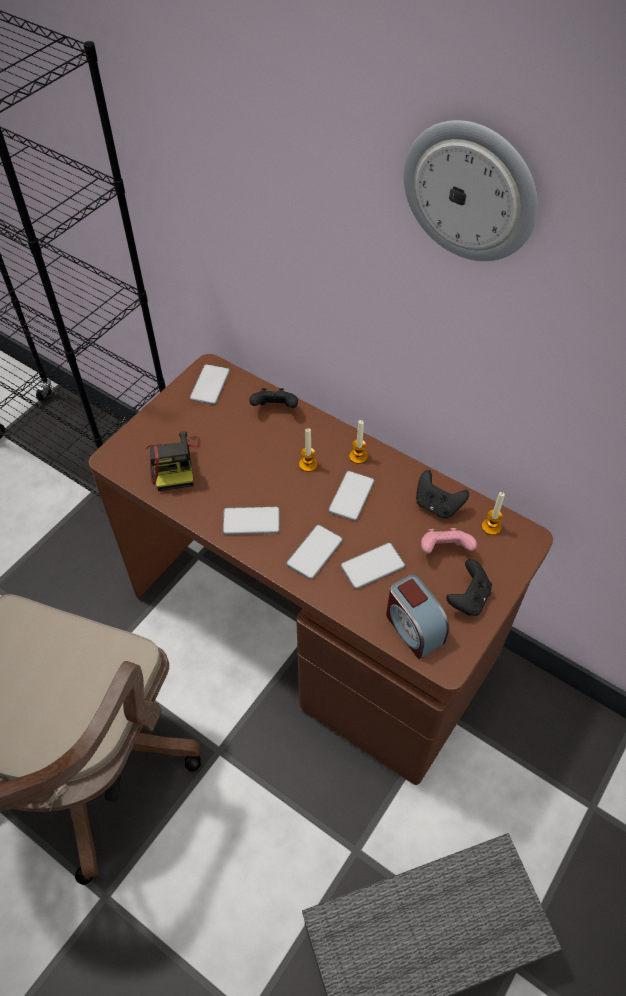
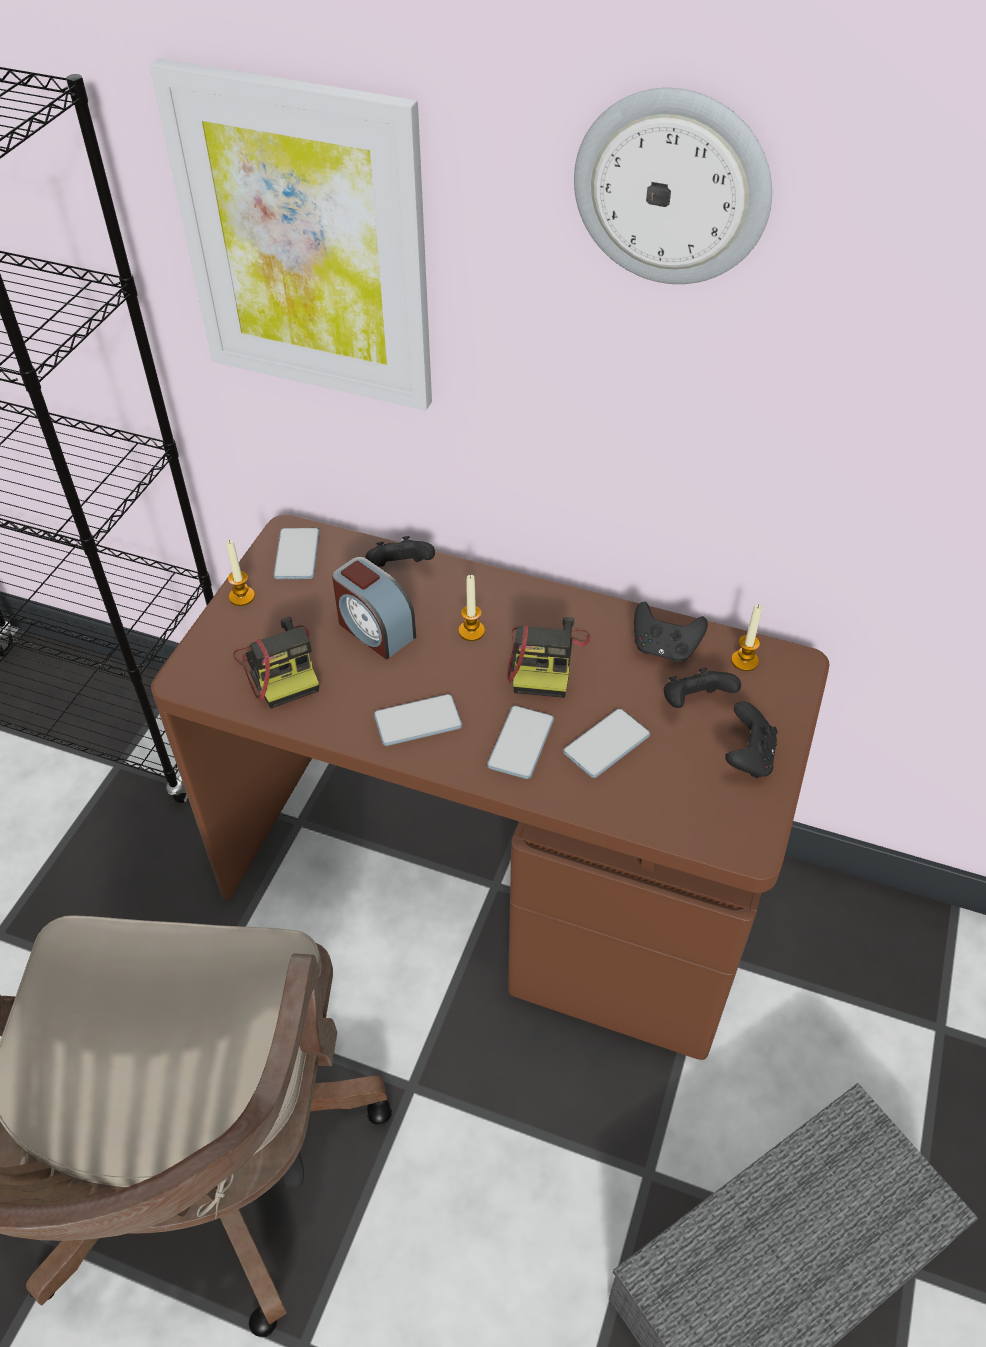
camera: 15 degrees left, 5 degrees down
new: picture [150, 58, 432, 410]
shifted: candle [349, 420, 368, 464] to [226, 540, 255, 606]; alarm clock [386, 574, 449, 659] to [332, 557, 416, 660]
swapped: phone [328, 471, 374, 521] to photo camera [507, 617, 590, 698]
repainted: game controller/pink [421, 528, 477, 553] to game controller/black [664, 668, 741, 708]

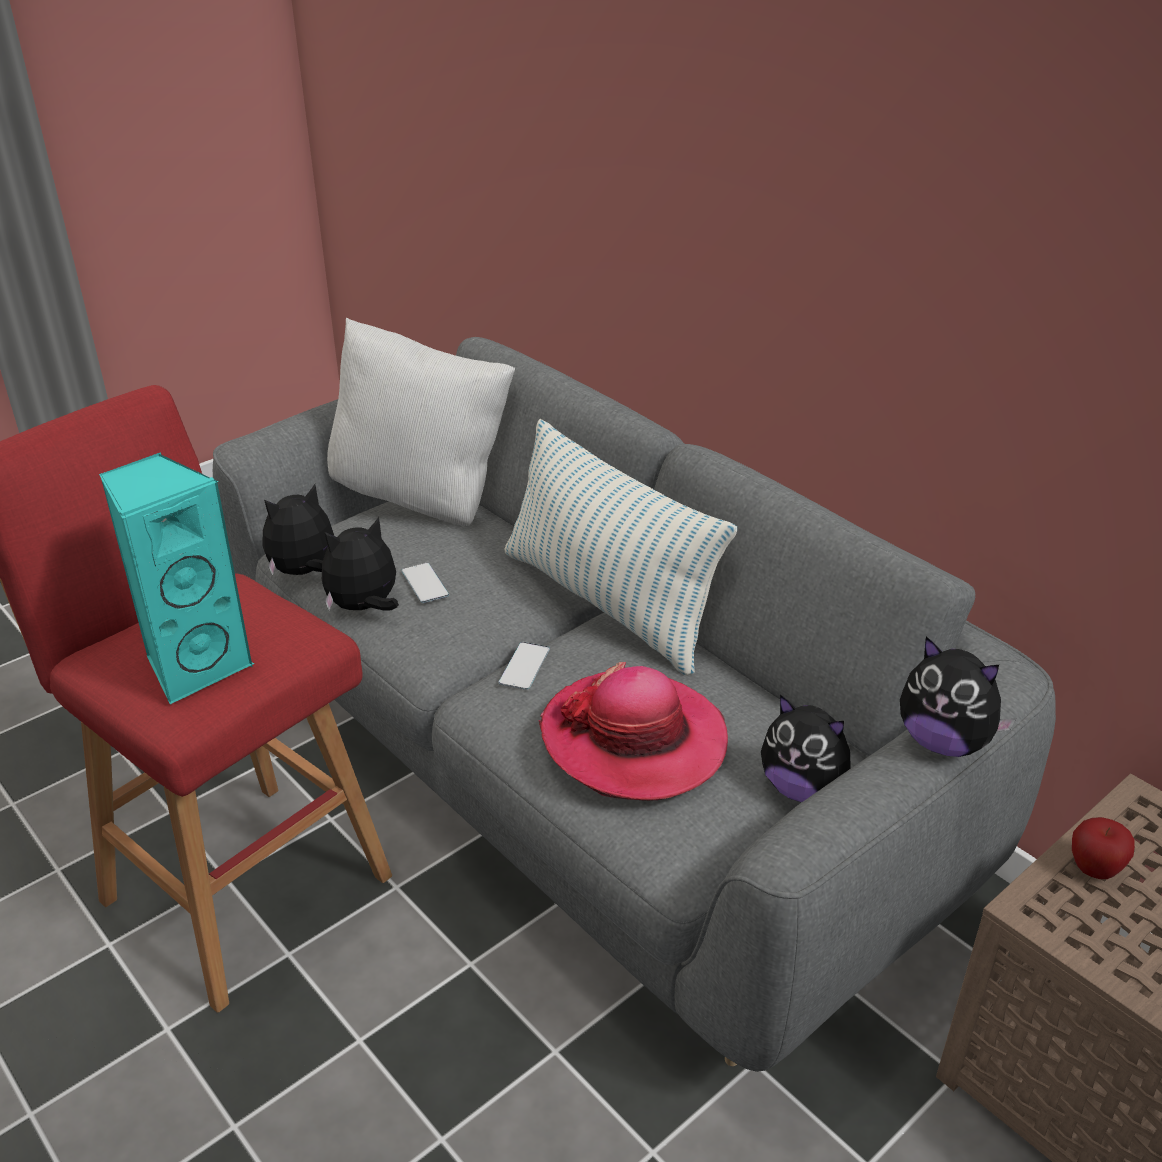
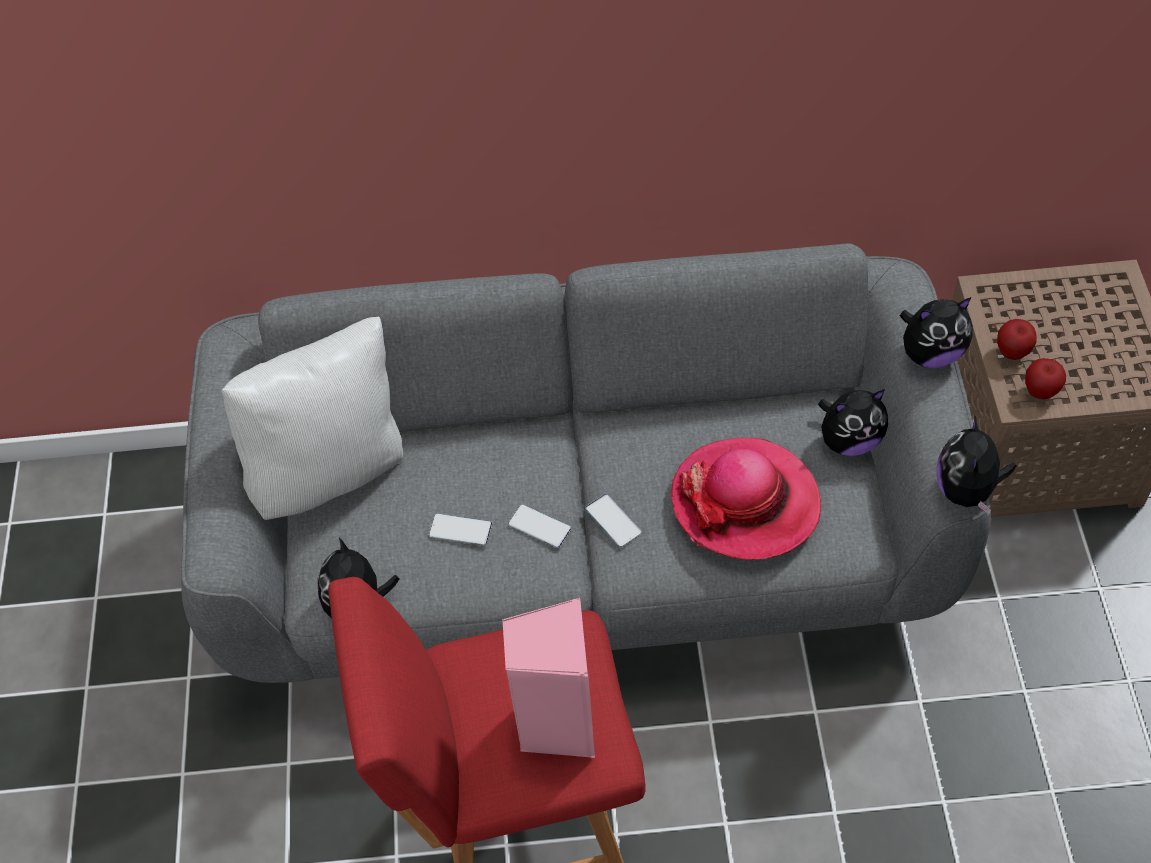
camera: 50 degrees left, 20 degrees up
gone: pillow [504, 419, 737, 676]
new: phone [508, 504, 572, 548]; apple [1025, 358, 1066, 399]
shifted: plush toy [322, 517, 399, 610] to [937, 415, 1016, 514]
repainted: speaker/turquoise [99, 452, 255, 705] to speaker/pink [502, 598, 595, 758]

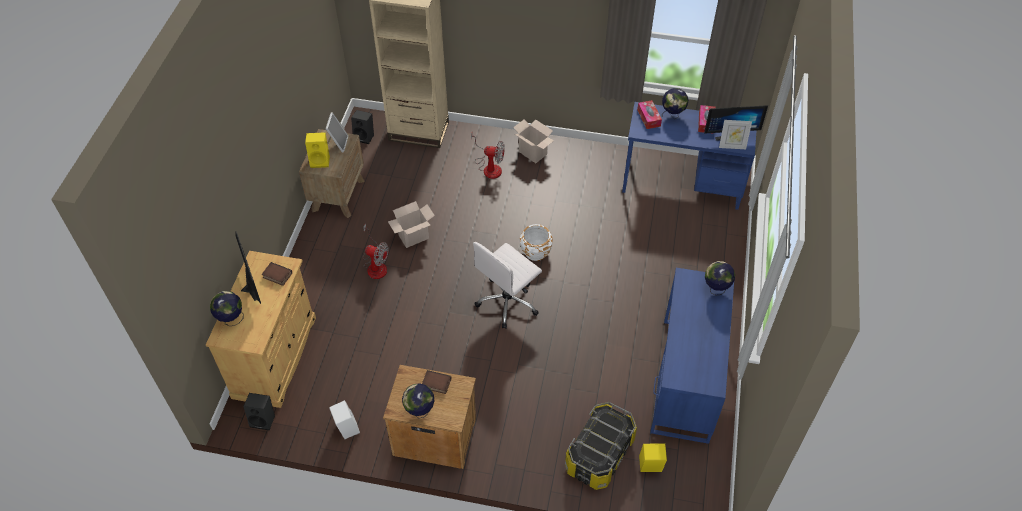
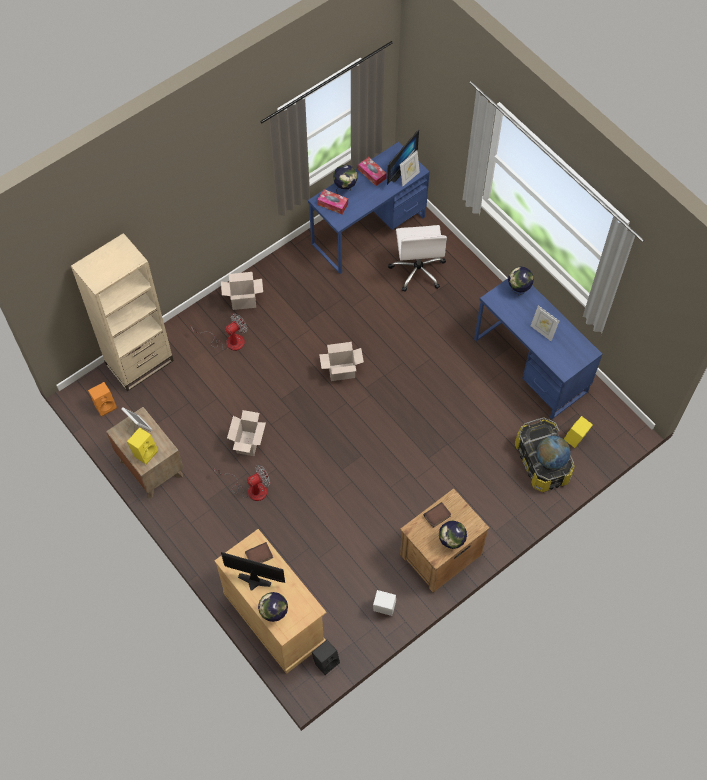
camera: 50 degrees left, 10 degrees up
new: picture frame [531, 305, 559, 341]; globe [537, 436, 570, 469]
shifted: office chair/white [473, 242, 542, 329] to [388, 225, 447, 292]
swapped: planter/white [520, 224, 553, 261] to cardboard box [319, 342, 364, 381]
repainted: speaker/black [351, 110, 374, 144] to speaker/orange [88, 382, 117, 417]

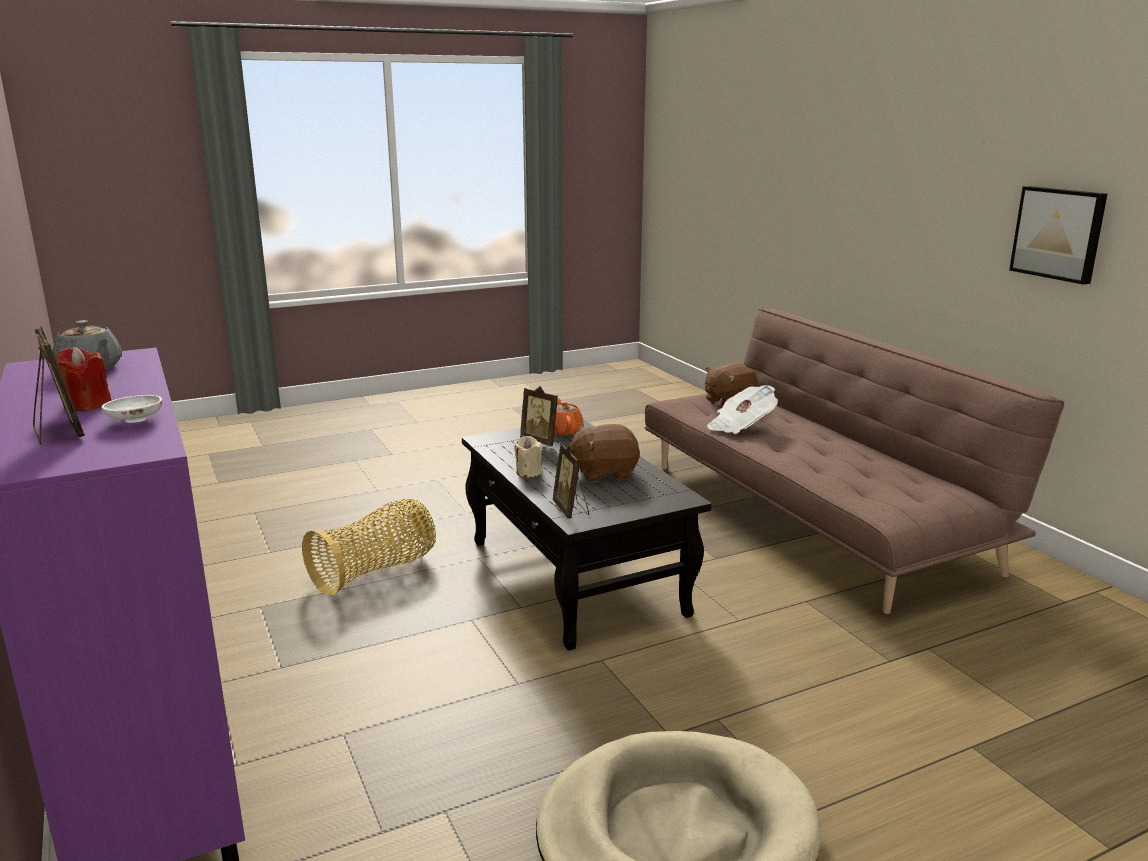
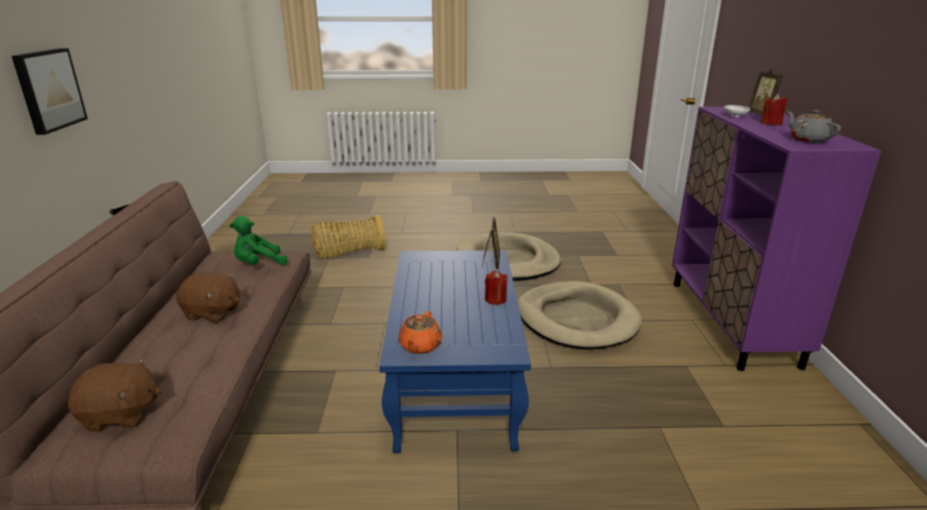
camera: 155 degrees left, 5 degrees up
gone: picture frame [520, 386, 560, 446]; newspaper [707, 385, 778, 434]
new: plush toy/green [229, 216, 288, 265]; dog bed/beige [517, 281, 642, 350]
shifted: basket [302, 499, 436, 596] to [311, 214, 385, 259]; plush toy/brown [568, 424, 639, 482] to [176, 272, 240, 323]
repainted: coffee table/black [462, 419, 712, 651] to coffee table/blue [379, 250, 531, 453]; candle/beige [514, 436, 542, 478] to candle/red [485, 271, 508, 305]

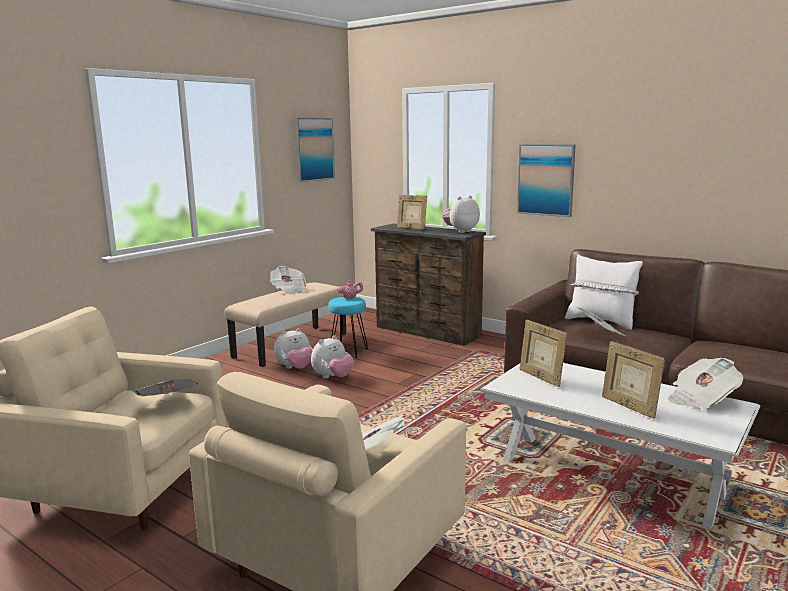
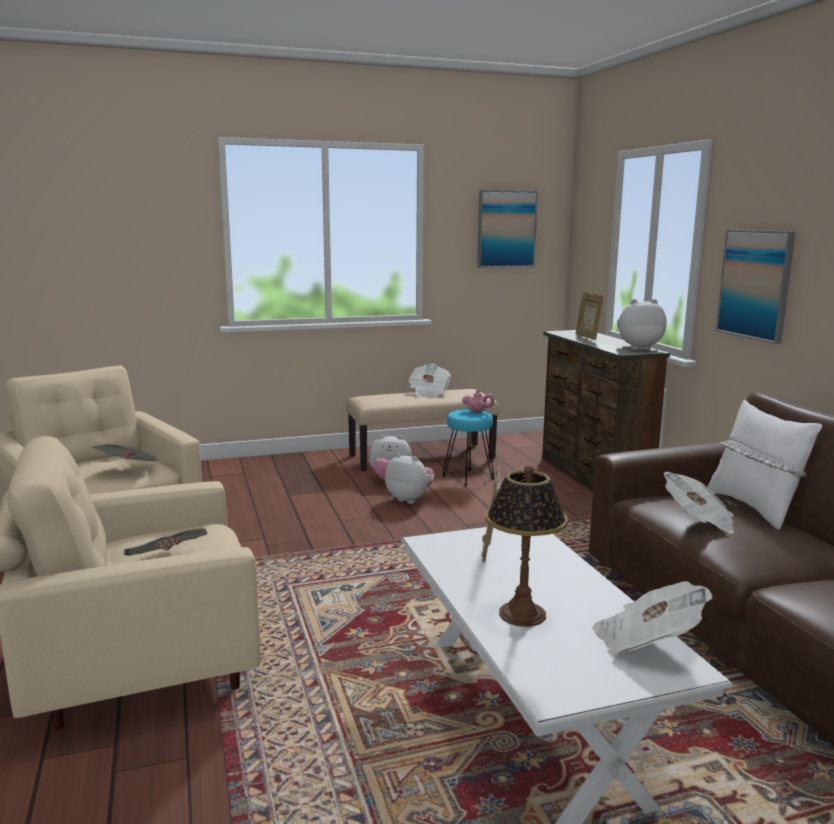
camera: 35 degrees right, 0 degrees up
swapped: picture frame [602, 341, 665, 419] to table lamp [485, 465, 568, 627]
rotated: plush toy [311, 335, 354, 379] = [385, 453, 435, 504] 135 degrees counterclockwise

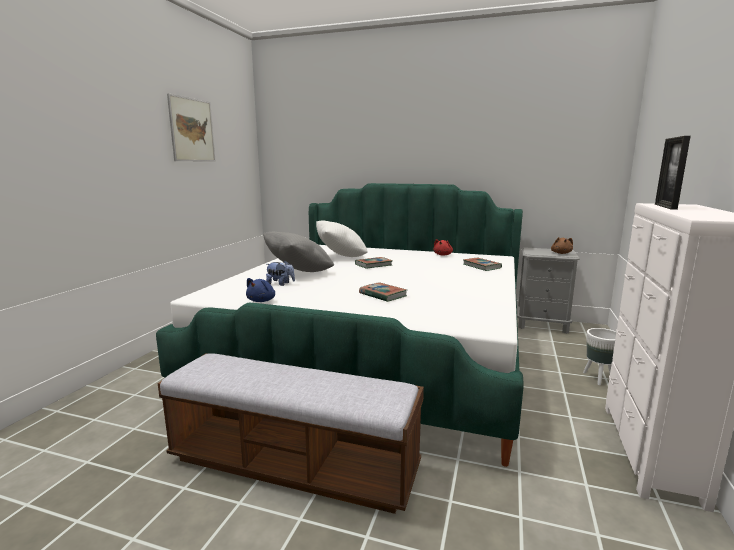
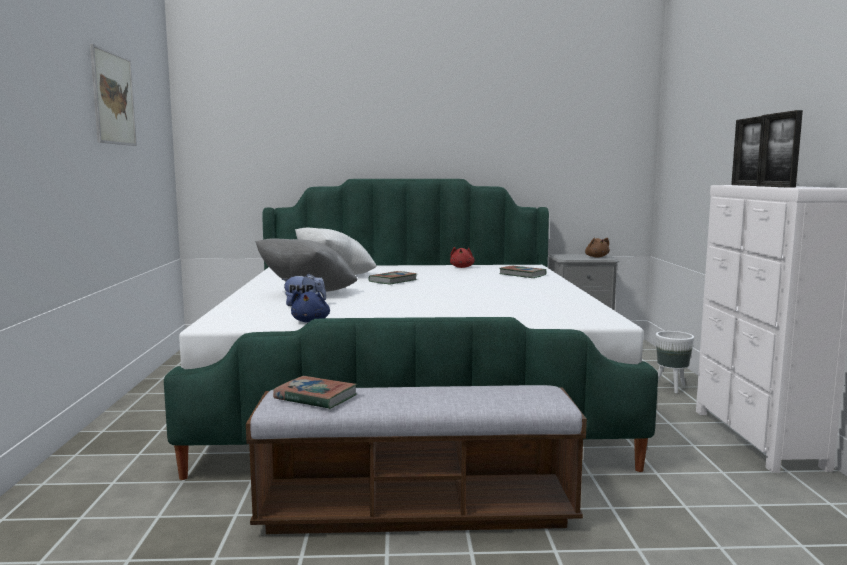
camera: 20 degrees left, 5 degrees down
new: picture frame [756, 110, 803, 188]
shifted: book [359, 282, 407, 302] to [273, 376, 357, 409]

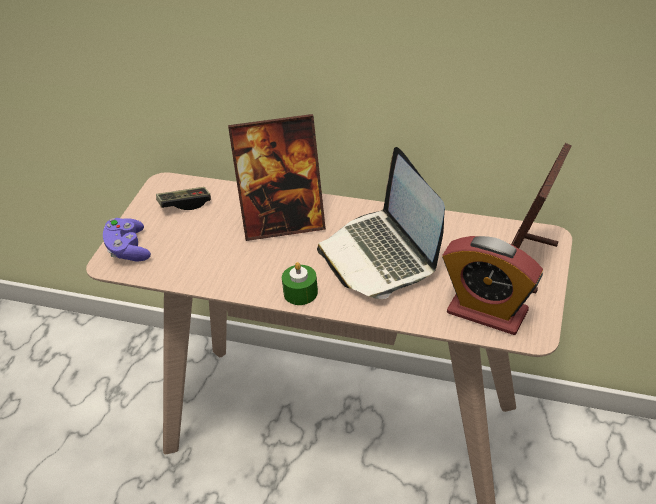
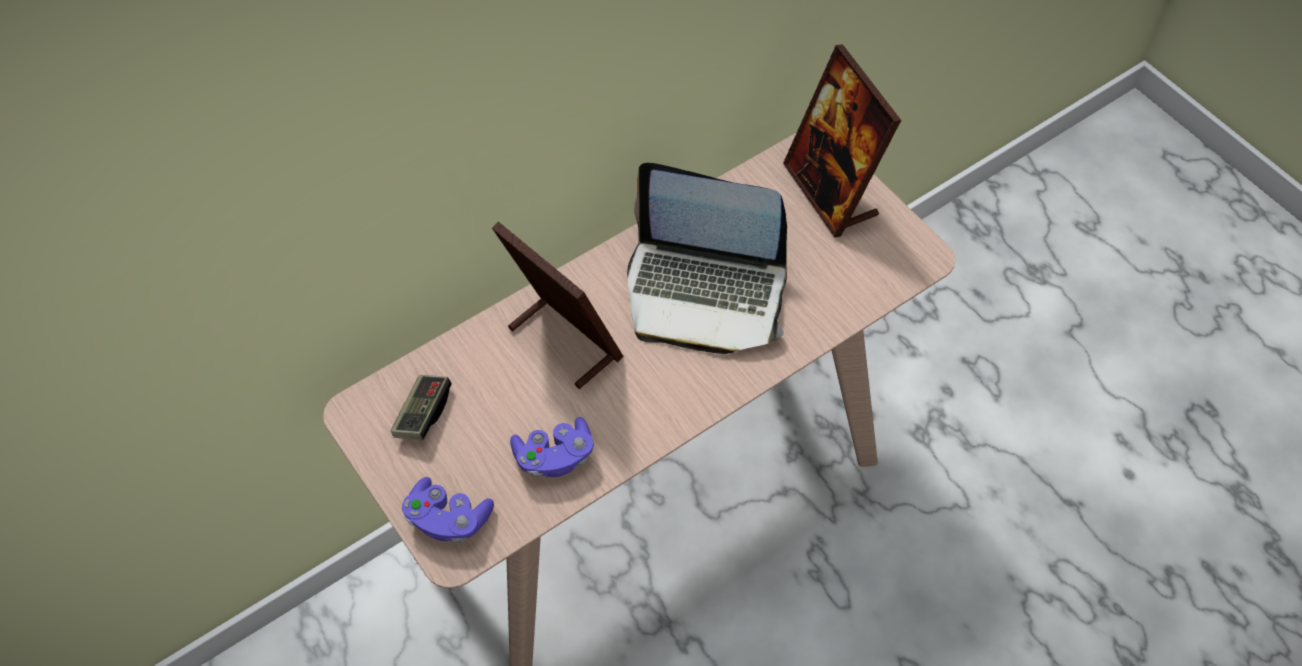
camera: 55 degrees left, 15 degrees up
gone: candle/green [282, 262, 318, 305]; alarm clock [442, 236, 543, 335]
new: game controller/purple [510, 417, 594, 477]
rotated: picture frame [228, 114, 326, 241] = [492, 222, 624, 389] 75 degrees counterclockwise

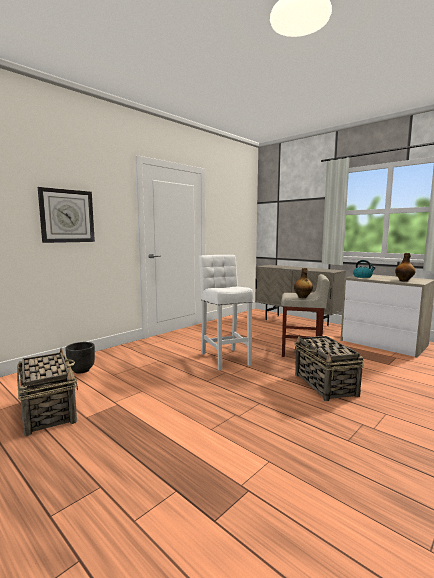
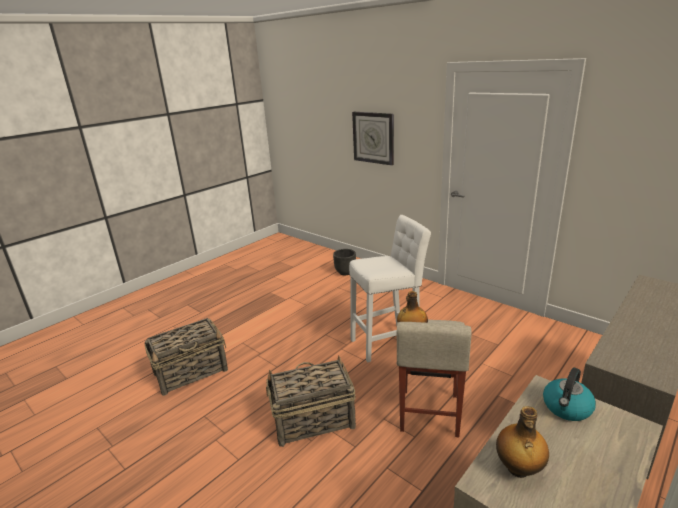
camera: 90 degrees right, 15 degrees up
shifted: basket [17, 347, 78, 436] to [144, 318, 228, 396]

